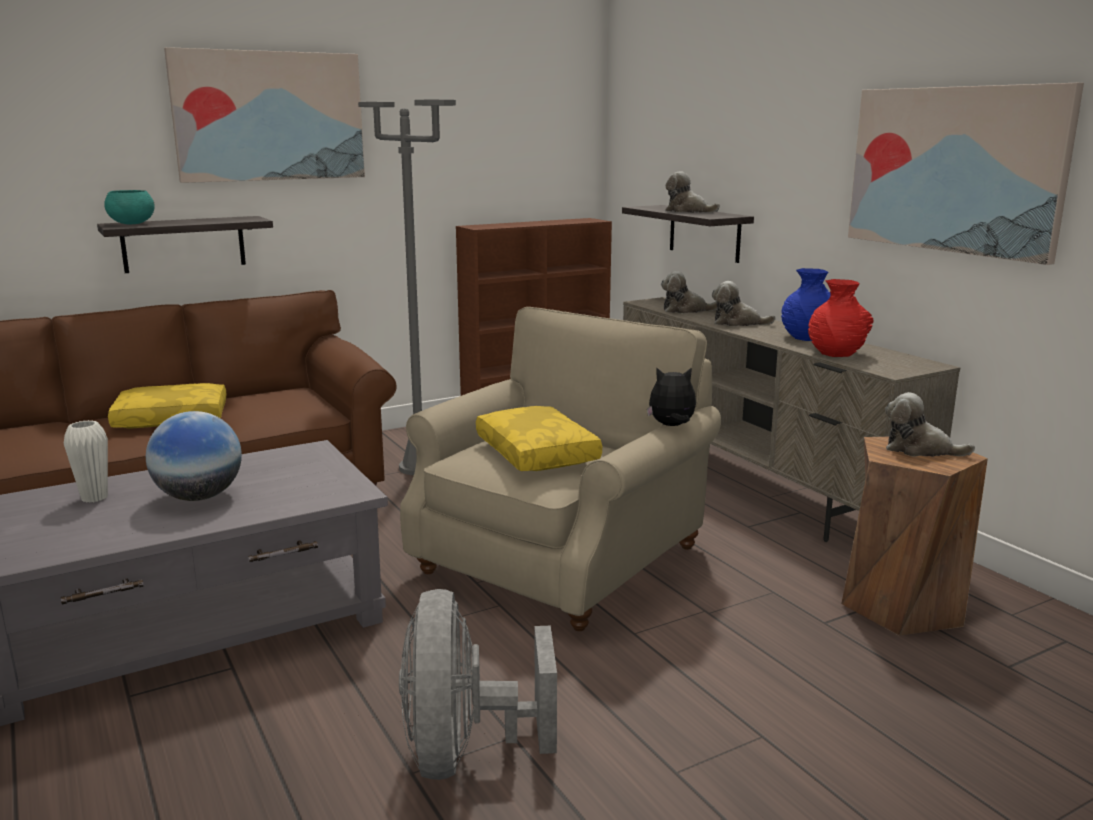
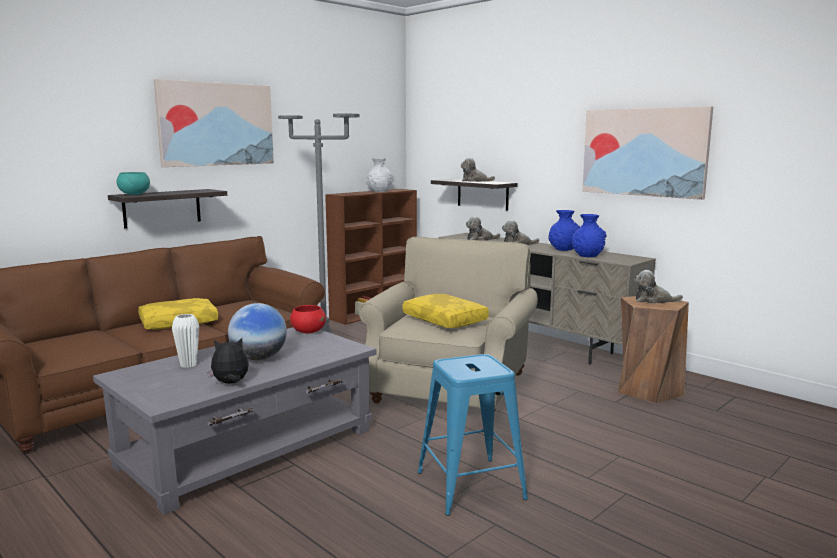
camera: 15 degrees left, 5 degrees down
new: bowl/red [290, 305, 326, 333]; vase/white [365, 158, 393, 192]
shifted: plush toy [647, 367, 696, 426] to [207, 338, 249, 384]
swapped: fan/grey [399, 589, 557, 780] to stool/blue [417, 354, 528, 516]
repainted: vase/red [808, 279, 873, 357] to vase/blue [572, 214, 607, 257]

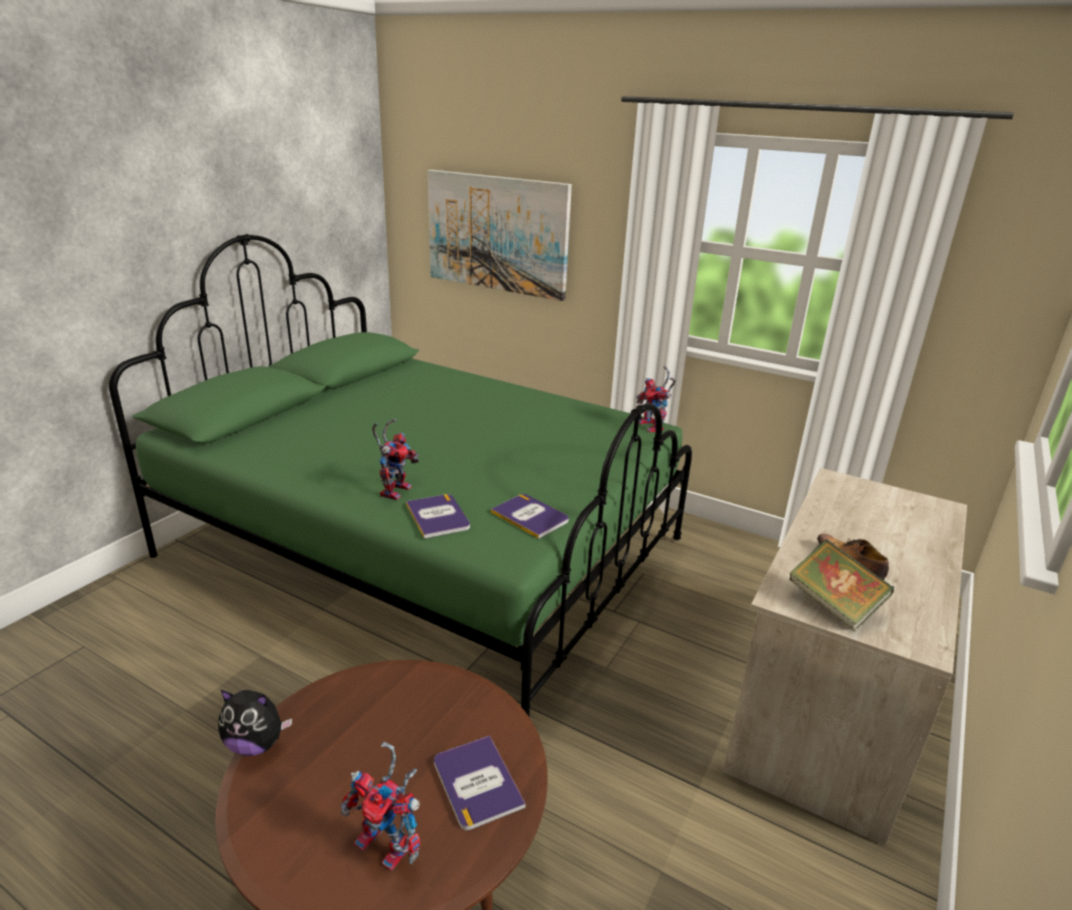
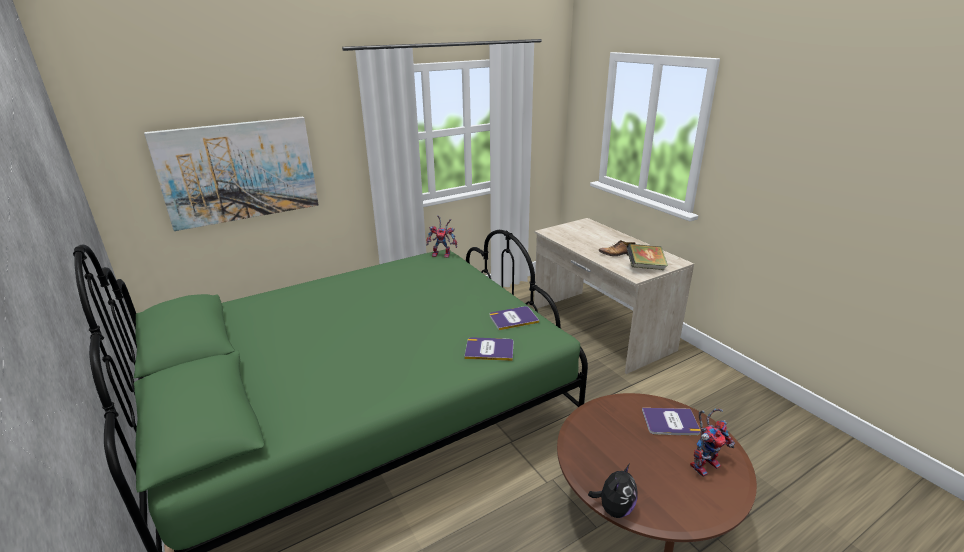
camera: 60 degrees left, 0 degrees up
gone: toy robot [372, 419, 419, 501]

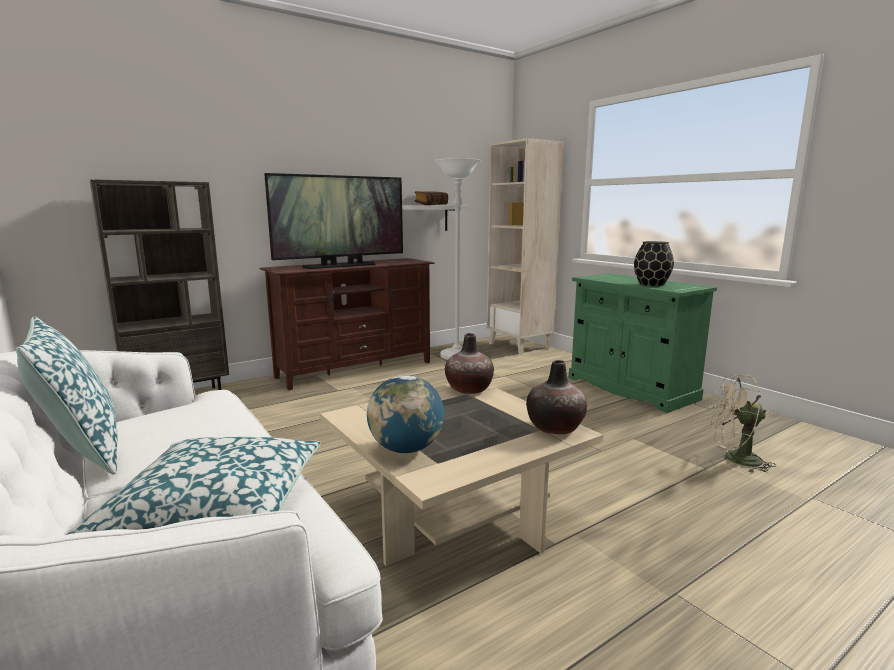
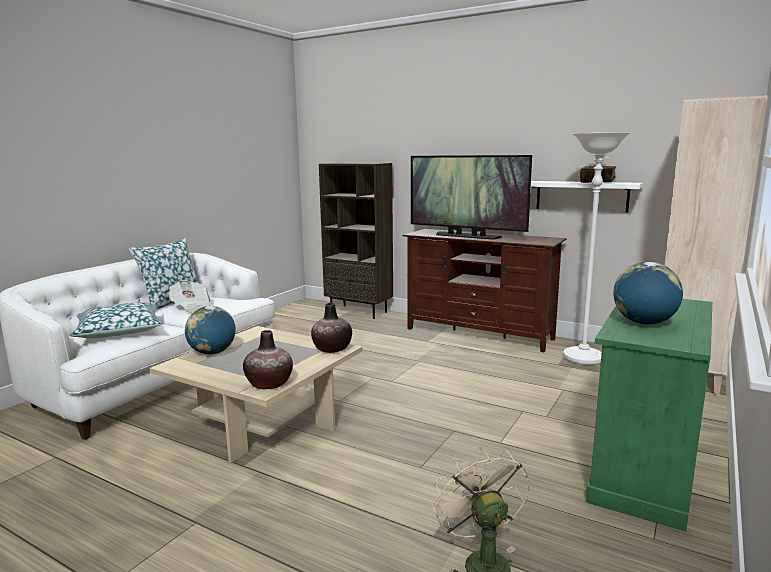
camera: 65 degrees right, 0 degrees up
new: newspaper [169, 280, 211, 313]
swapped: vase/black [634, 241, 674, 286] to globe [613, 262, 683, 325]

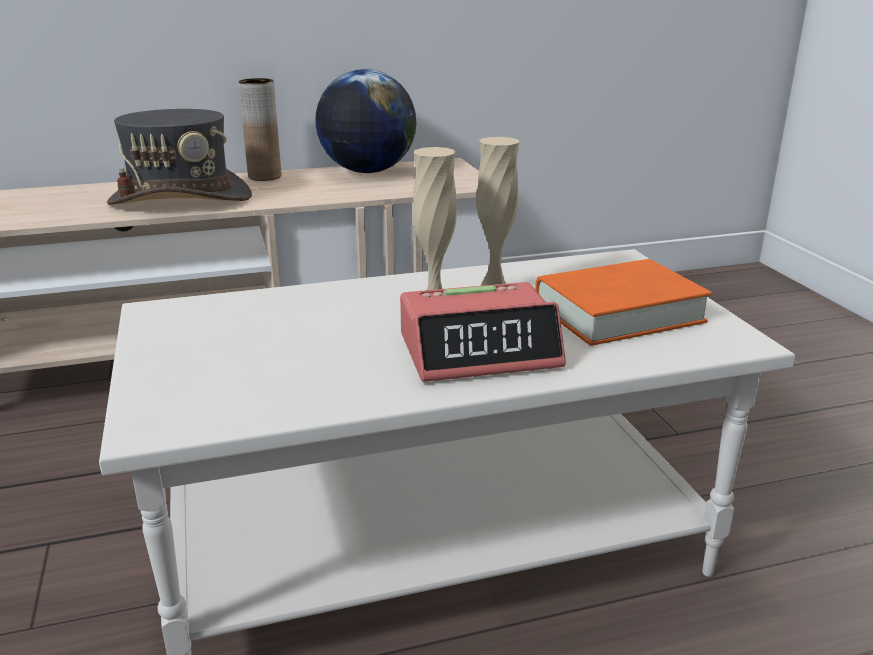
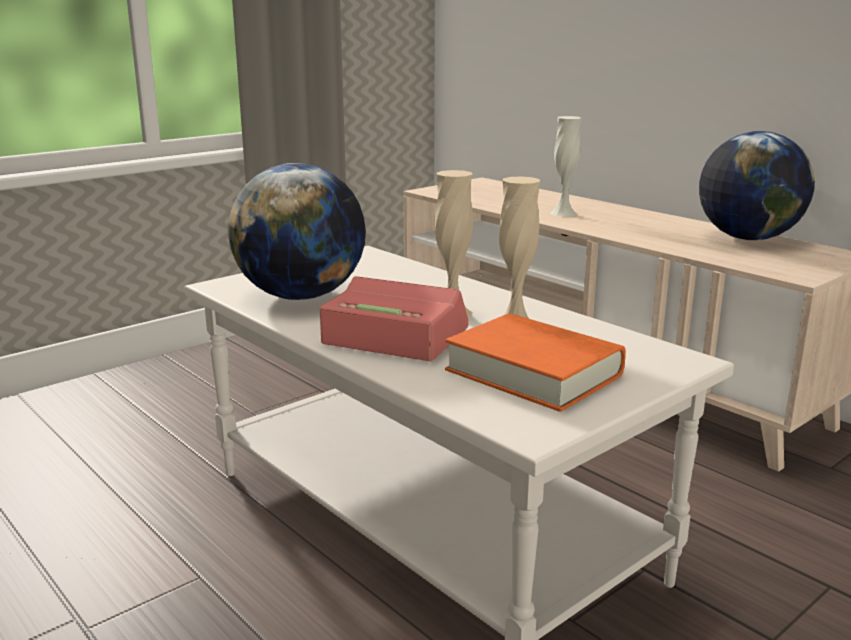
camera: 65 degrees right, 5 degrees down
gone: vase/brown [238, 78, 281, 181]
new: globe [228, 163, 366, 300]
swapped: hat/grey [107, 109, 252, 205] to vase/white [550, 116, 582, 217]
rotated: alarm clock [400, 282, 566, 382] = [320, 276, 469, 361] 150 degrees clockwise

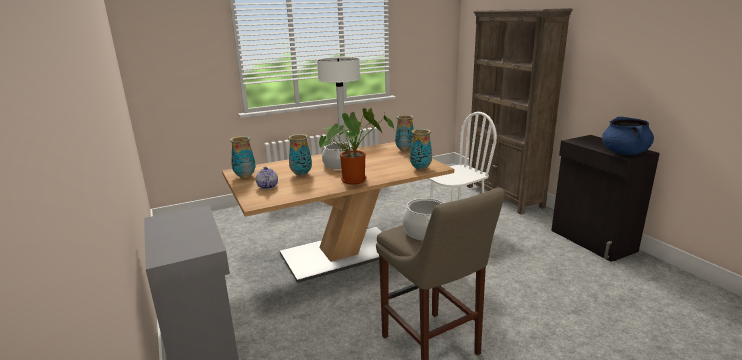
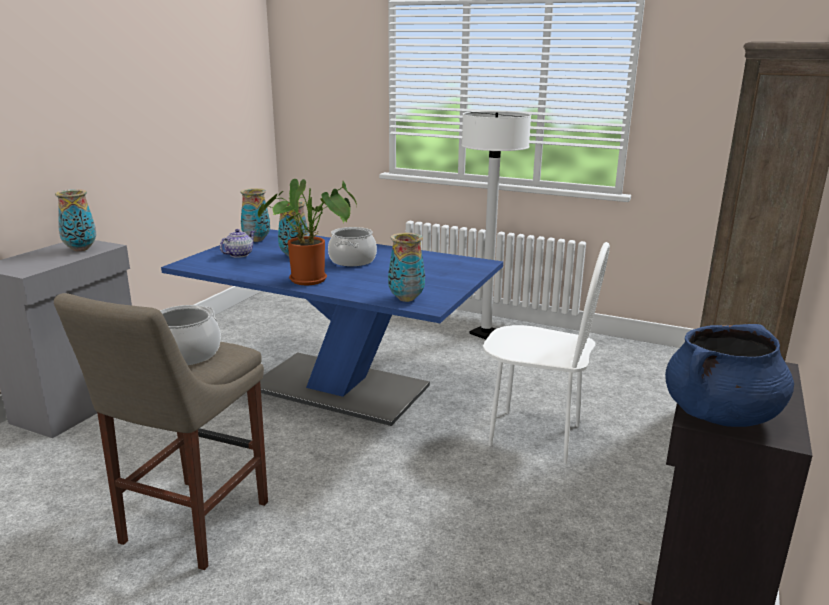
camera: 50 degrees right, 0 degrees up
shifted: vase [395, 115, 414, 152] to [55, 189, 97, 251]
repainted: dining table/brown [222, 142, 454, 283] to dining table/blue [161, 229, 503, 426]

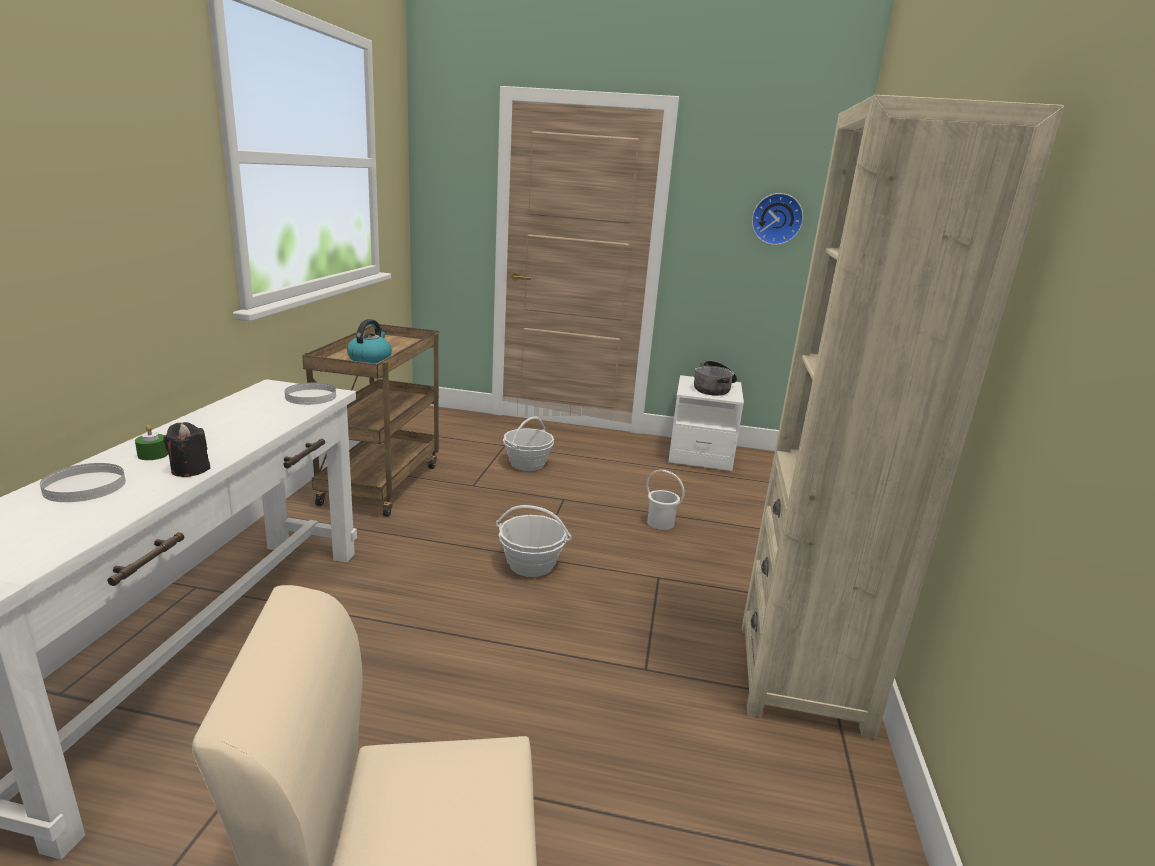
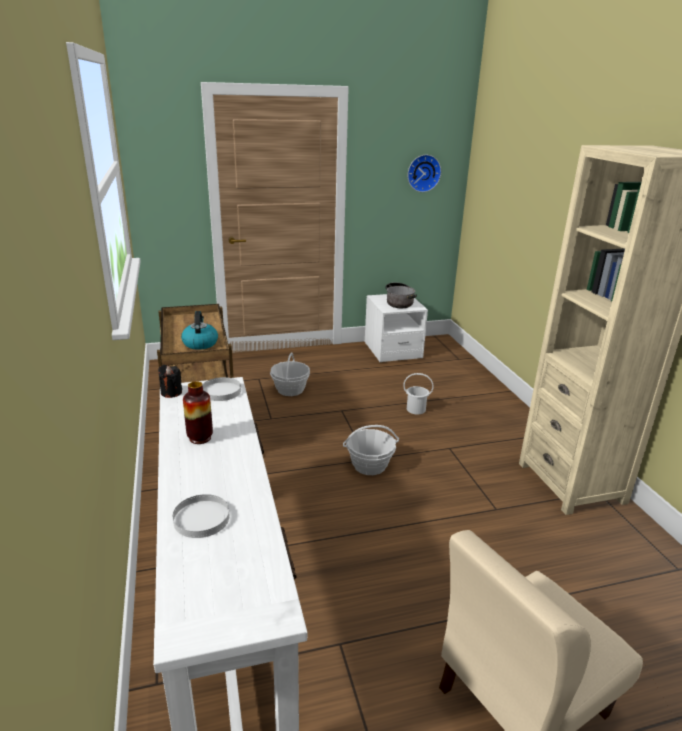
camera: 25 degrees left, 5 degrees up
gone: candle/green [135, 425, 168, 460]
new: vase [183, 381, 213, 444]
shifted: candle/black [163, 422, 210, 477] to [158, 365, 182, 398]

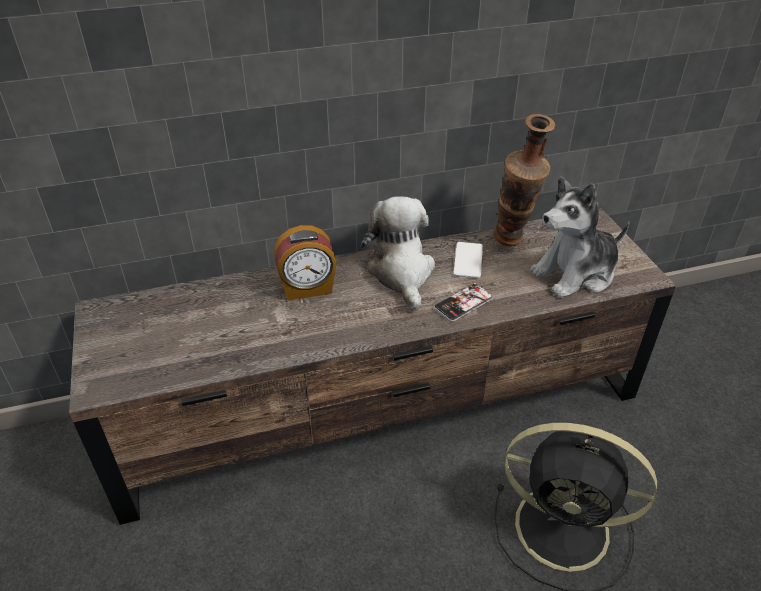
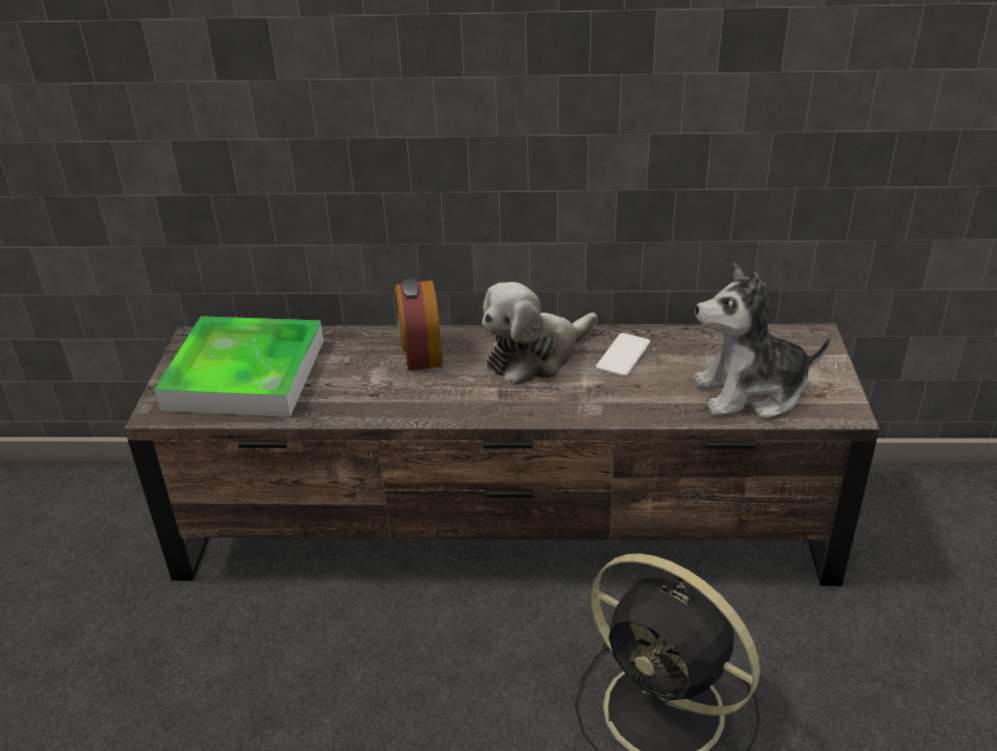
camera: 20 degrees right, 5 degrees down
gone: phone [434, 283, 493, 322]; vase [493, 114, 555, 246]
new: tray [154, 316, 324, 417]
rotated: alarm clock [274, 225, 337, 300] = [394, 278, 442, 371] 75 degrees clockwise; plush toy [361, 196, 435, 310] = [482, 282, 597, 385] 135 degrees counterclockwise

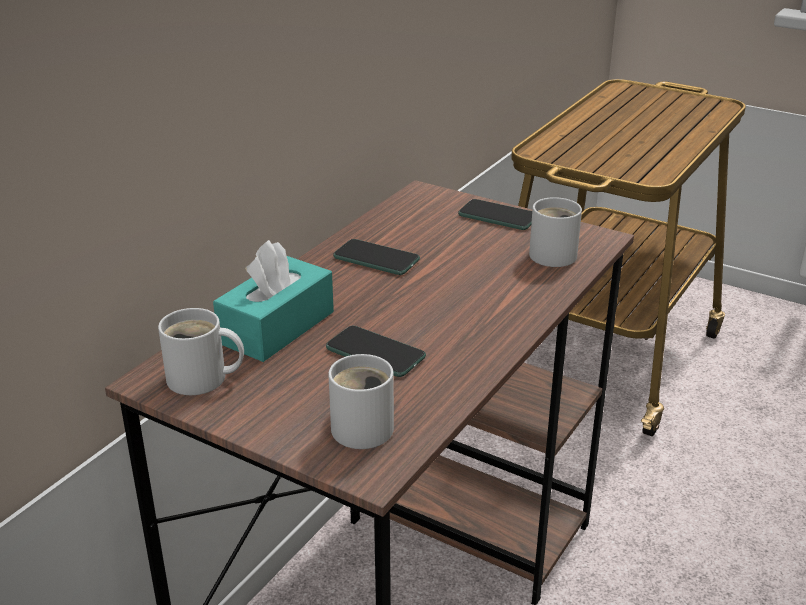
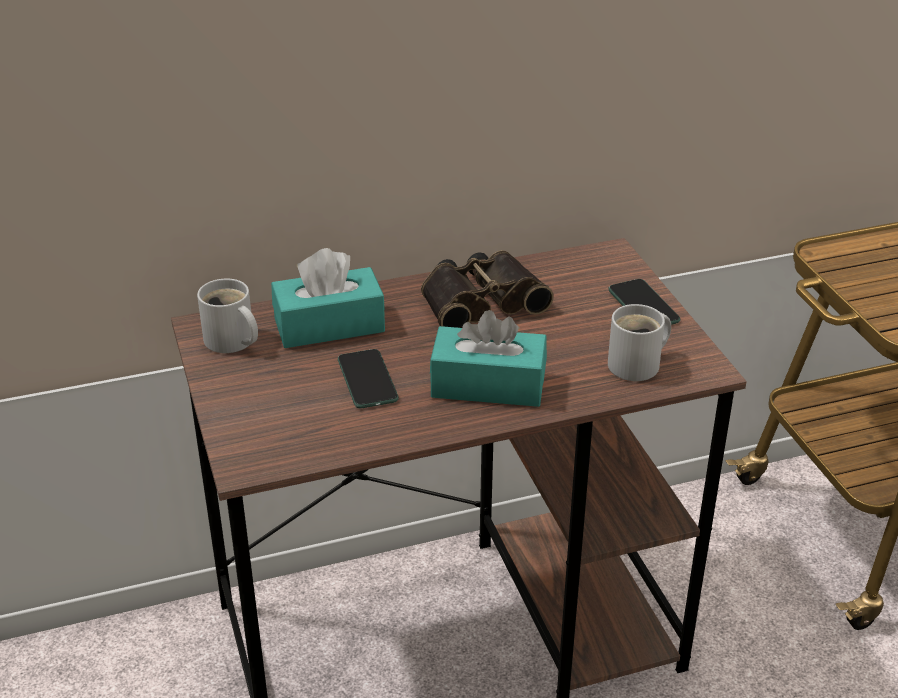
camera: 40 degrees right, 5 degrees up
gone: mug/white [328, 354, 394, 449]
new: tissue box/turquoise [430, 310, 547, 407]
swapped: phone [333, 239, 420, 275] to binoculars [421, 250, 554, 328]

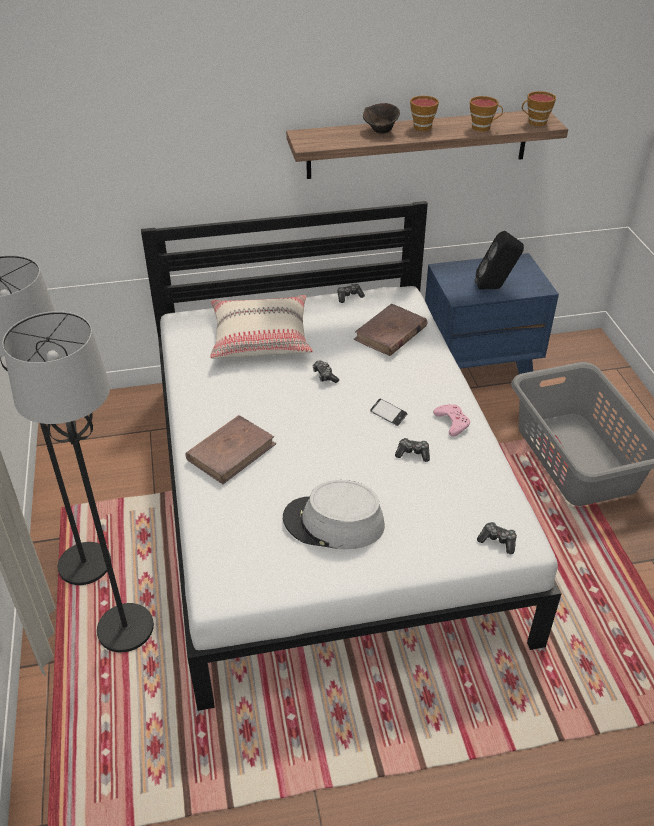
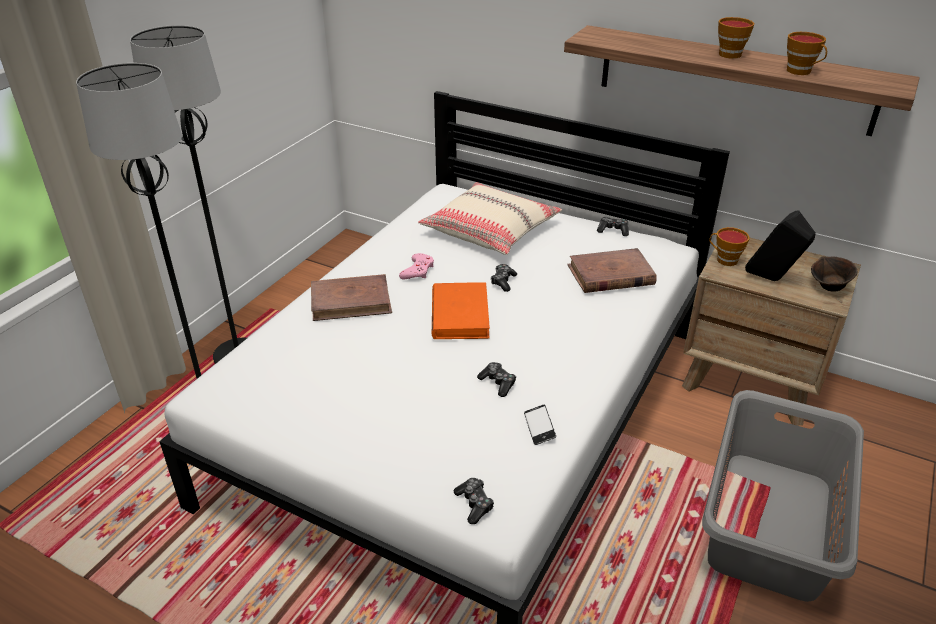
camera: 40 degrees right, 5 degrees down
gone: hat/grey [283, 480, 385, 549]
new: book/orange [432, 282, 490, 339]
shifted: bowl/brown [363, 103, 400, 134] to [811, 256, 857, 292]; phone [370, 398, 407, 426] to [524, 405, 556, 445]; game controller/pink [433, 404, 470, 437] to [399, 253, 434, 279]; cup [522, 91, 556, 126] to [709, 227, 749, 266]
repainted: nightstand/blue [425, 253, 559, 374] to nightstand/brown [682, 237, 861, 426]

